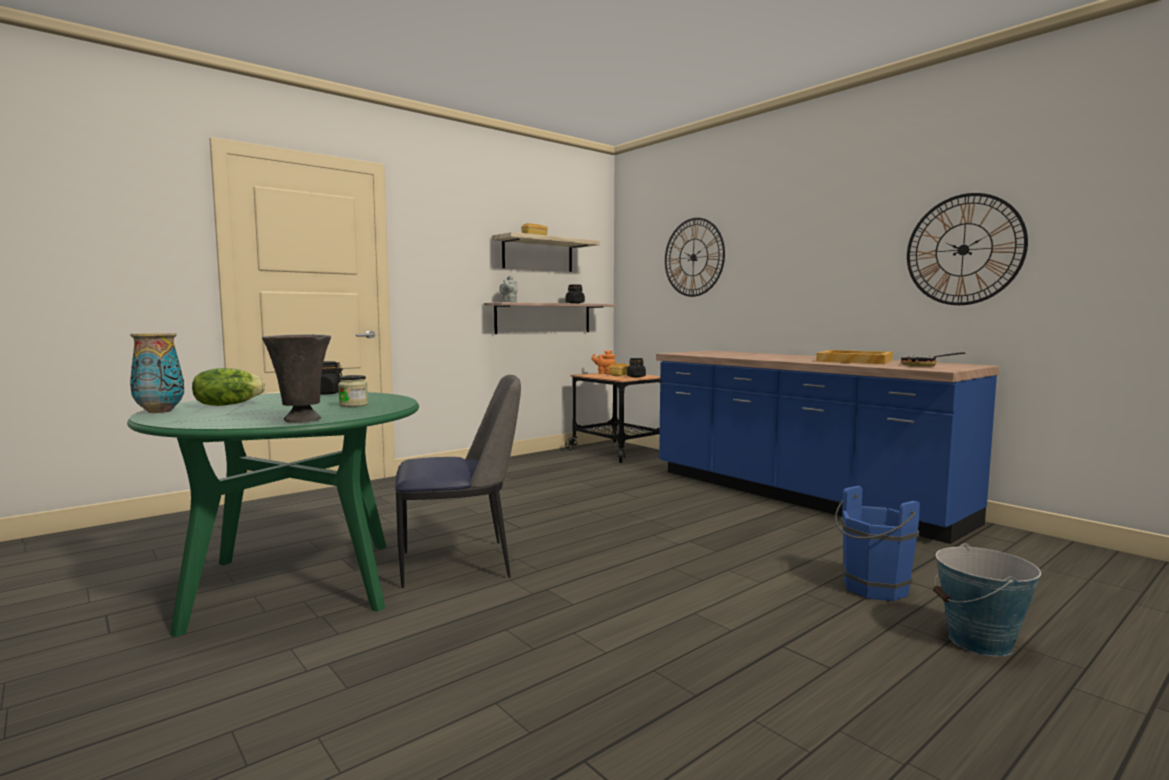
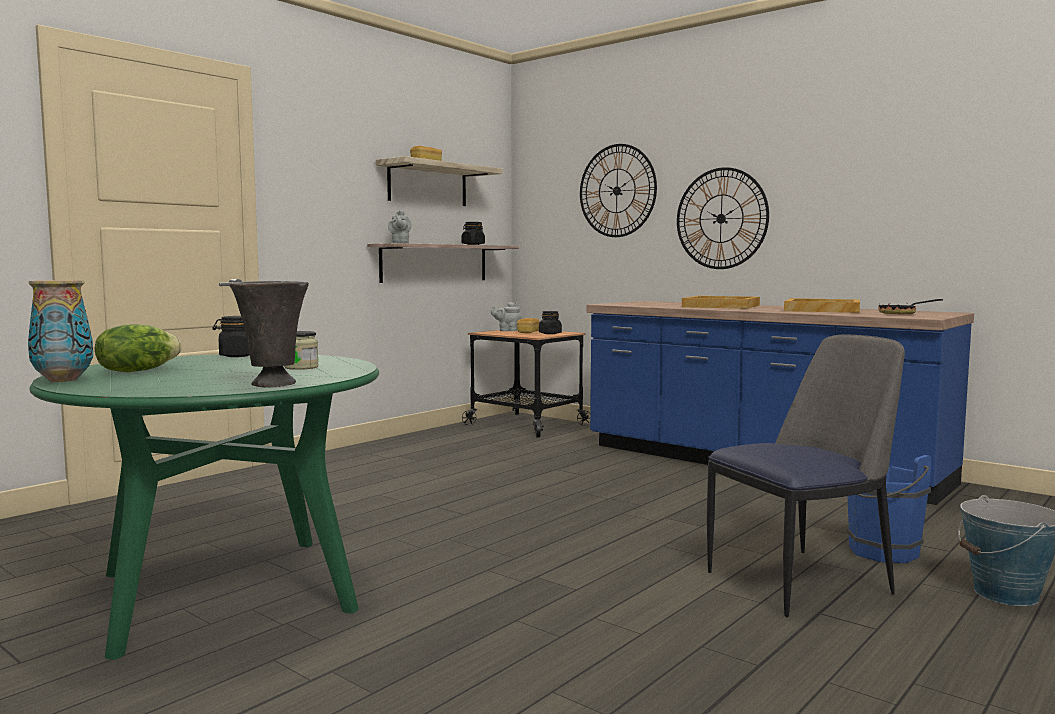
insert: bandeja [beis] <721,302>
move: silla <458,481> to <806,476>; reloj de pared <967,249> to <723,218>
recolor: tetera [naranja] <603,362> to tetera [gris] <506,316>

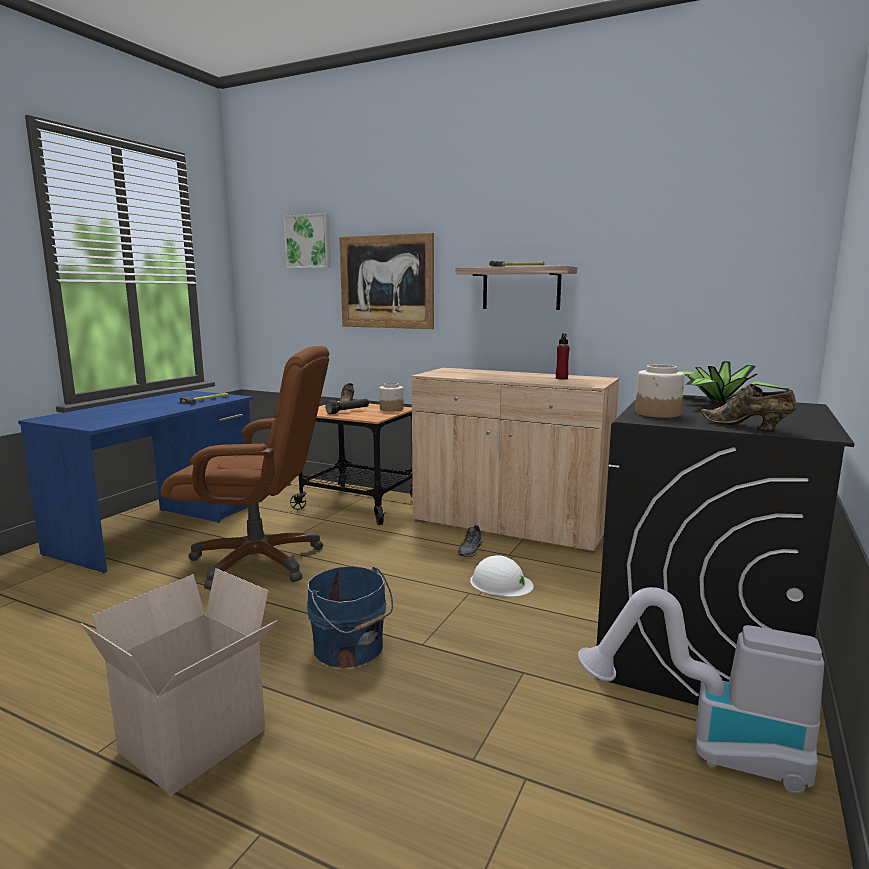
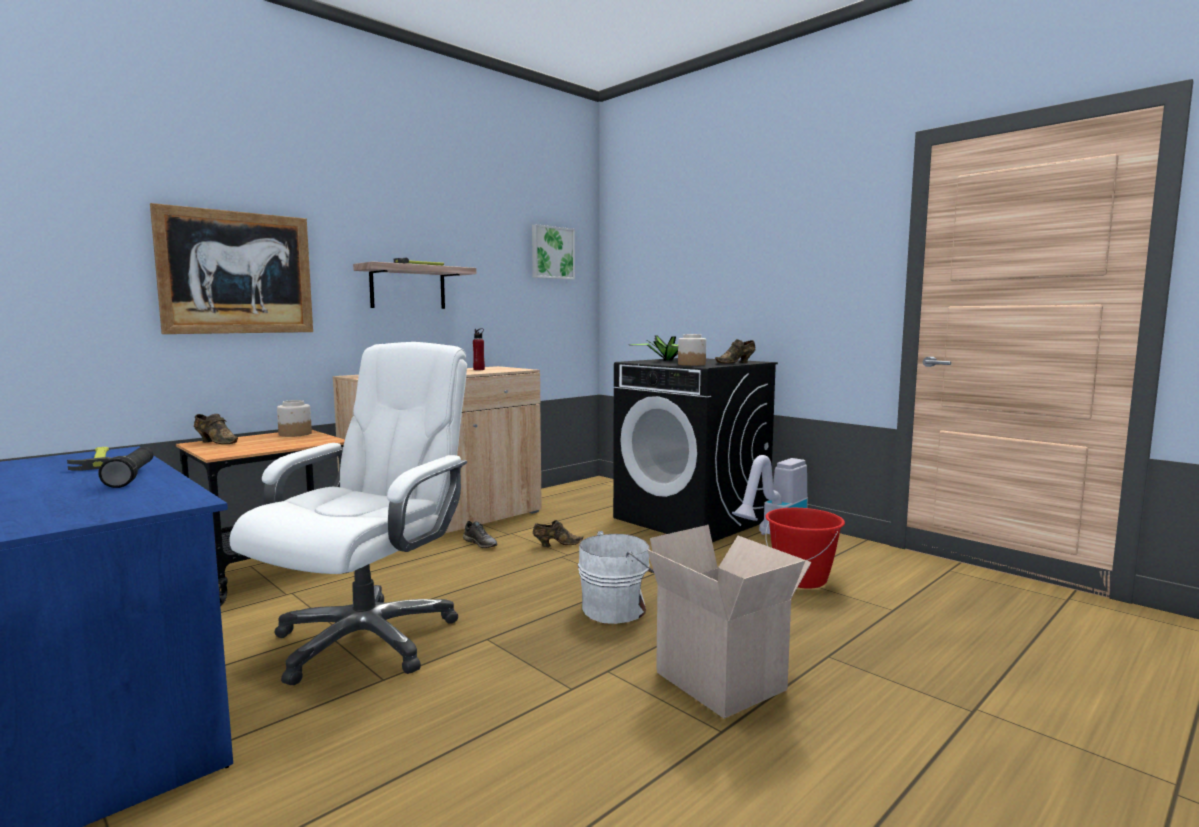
insert: cubo [rojo] <805,548>
move: cuadro <307,241> to <553,252>; linterna [negro] <347,407> to <125,467>
replace: casco [blanco] <502,576> to zapato [marrón] <558,533>
recolor: silla de oficina [marrón] <245,468> to silla de oficina [blanco] <348,513>; cubo [azul] <350,617> to cubo [blanco] <616,577>

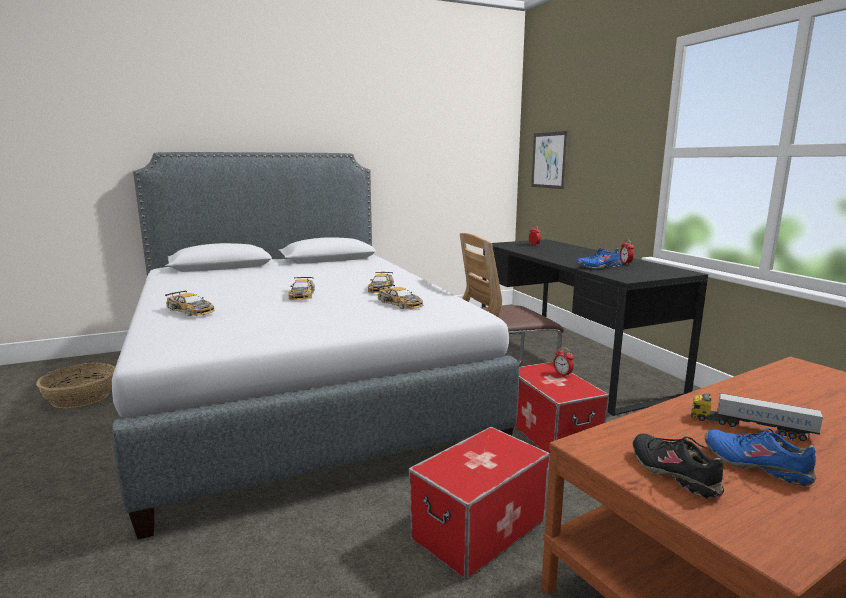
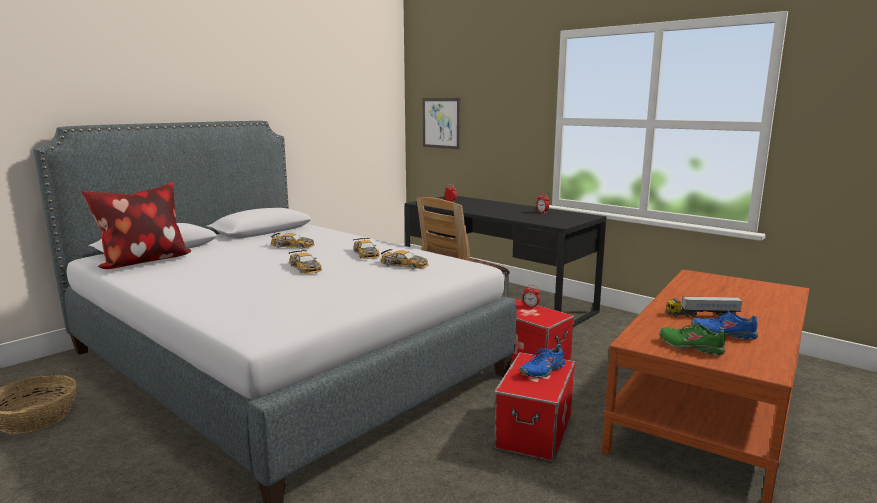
insert: cojín <136,225>
move: coche de juguete <190,303> to <293,241>; zapato [azul] <599,258> to <542,361>
recolor: zapato [negro] <678,466> to zapato [verde] <692,339>

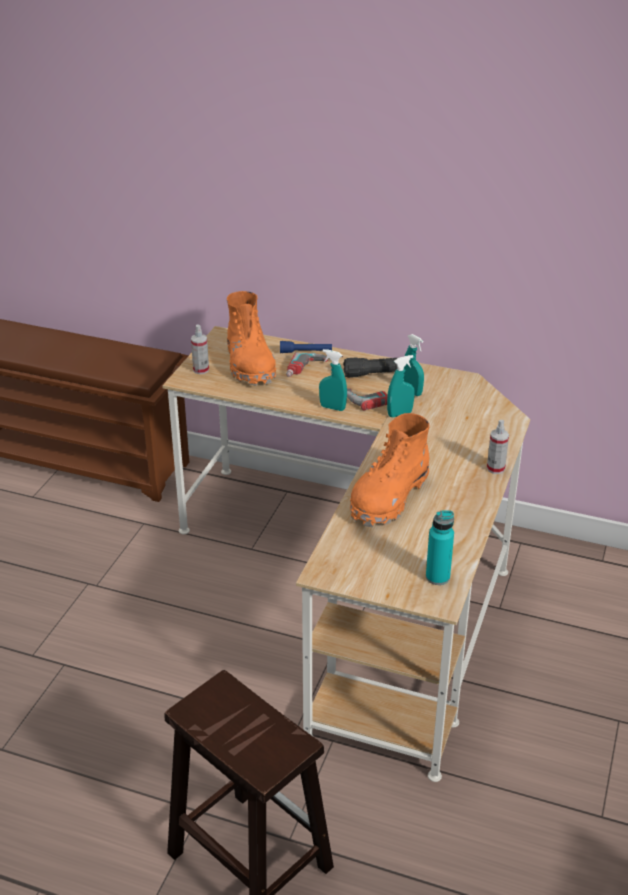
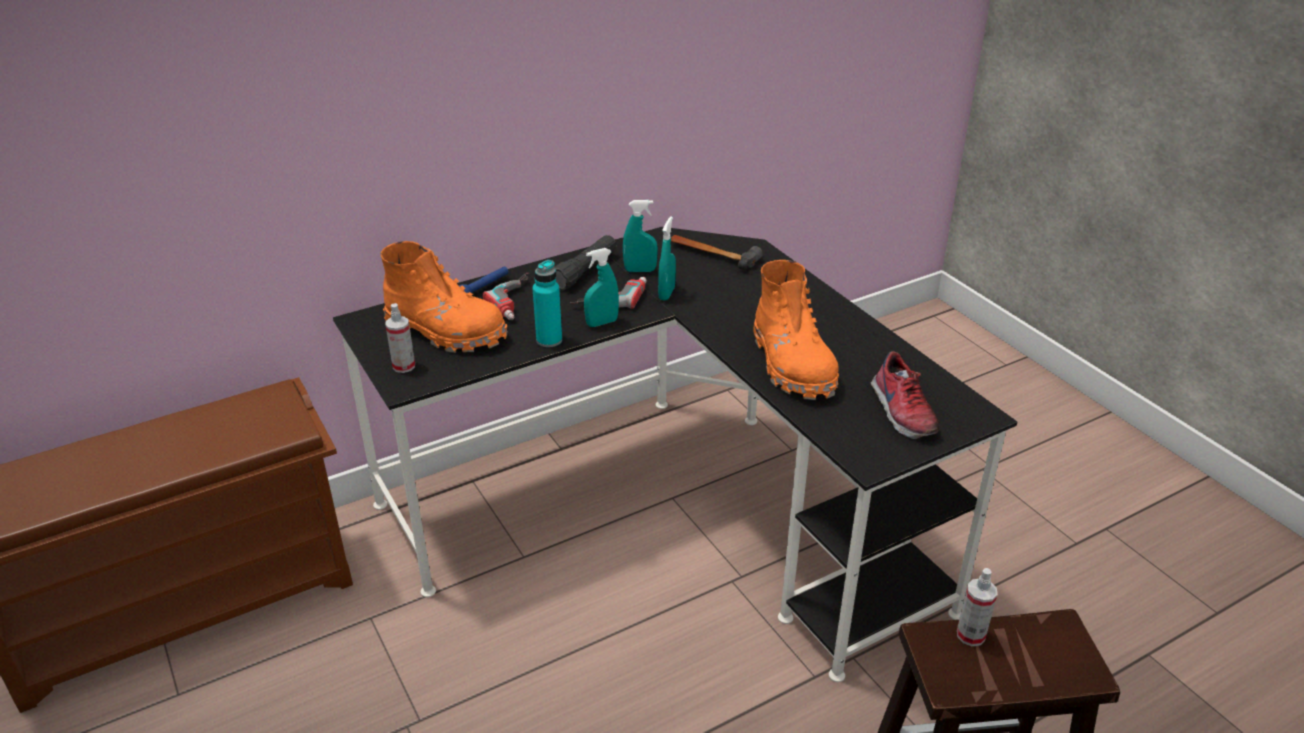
insert: martillo <717,252>; zapato <905,395>
move: botella [turquesa] <440,547> to <547,303>; pulverizador <498,447> to <977,607>
recolor: escritorio [beis] <346,554> to escritorio [negro] <675,454>

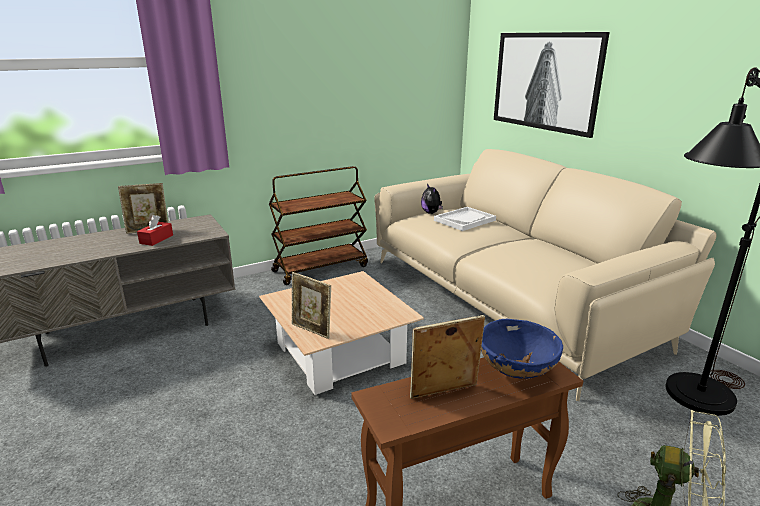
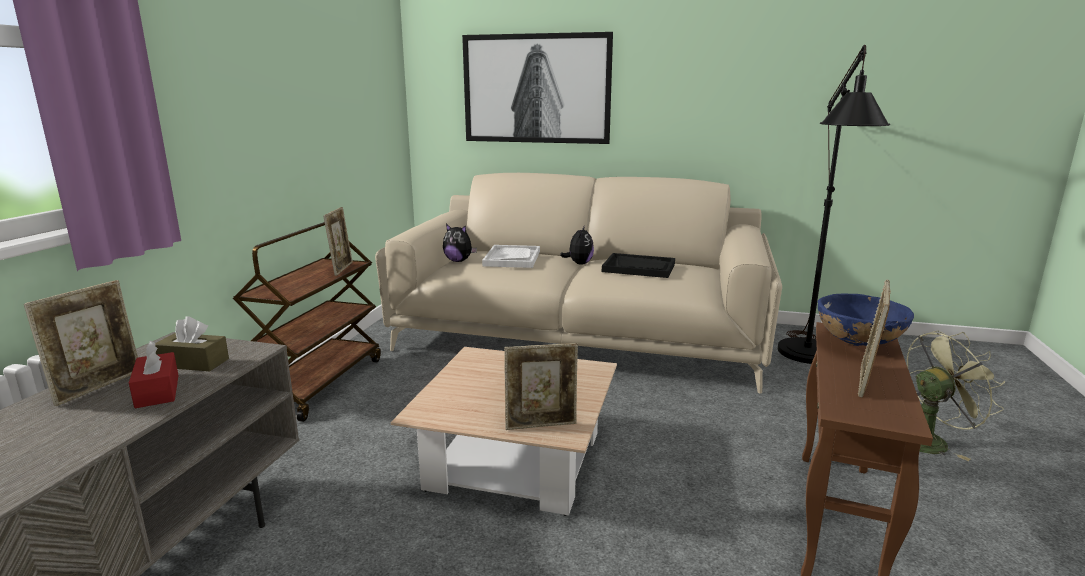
insert: caja de pañuelos [marrón] <192,343>; portarretratos <338,241>; peluche <577,245>; bandeja [negro] <638,265>

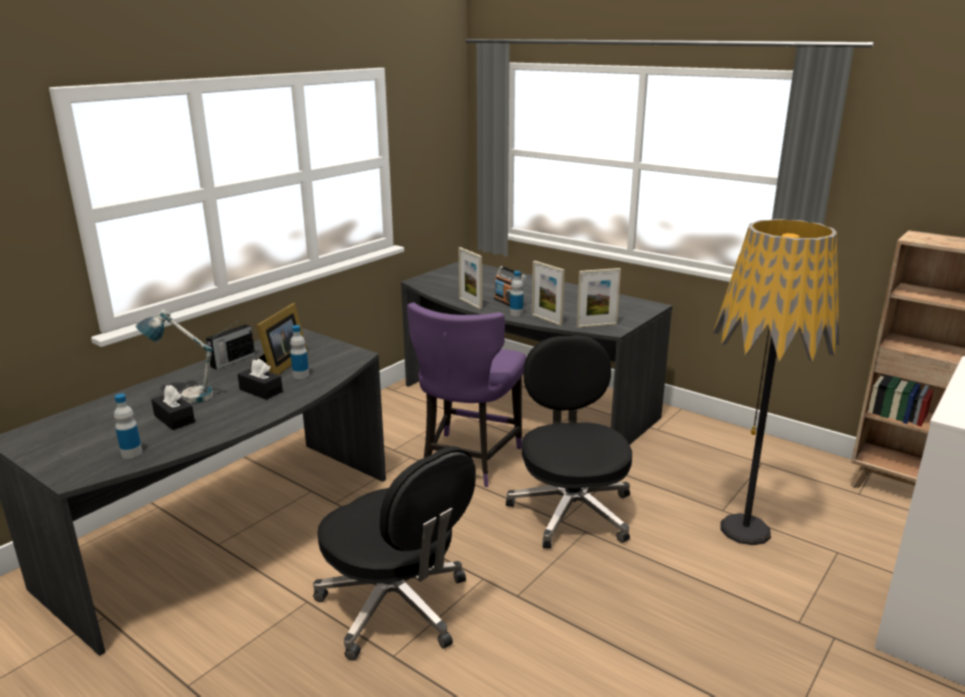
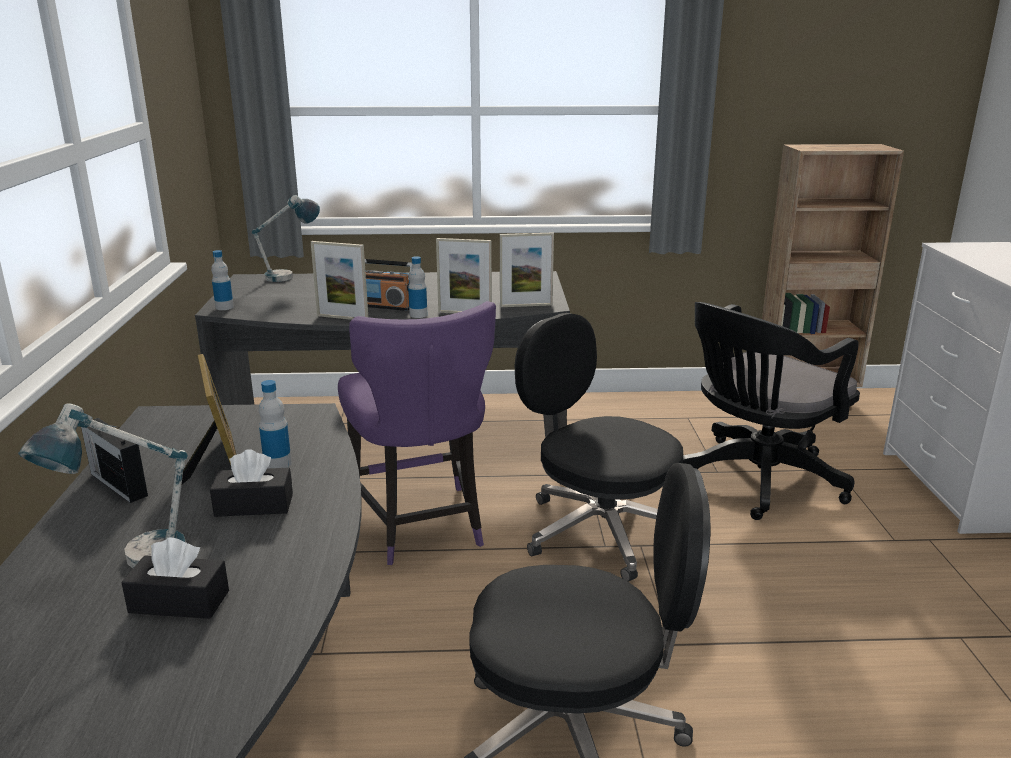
insert: lámpara de mesa <286,238>
move: botella <128,426> to <222,280>
replace: lámpara de pie <776,382> to silla de oficina [negro] <771,411>
rotate: radio <230,345> = <114,460> 135 degrees clockwise; portarretratos <599,298> = <527,270> 45 degrees clockwise

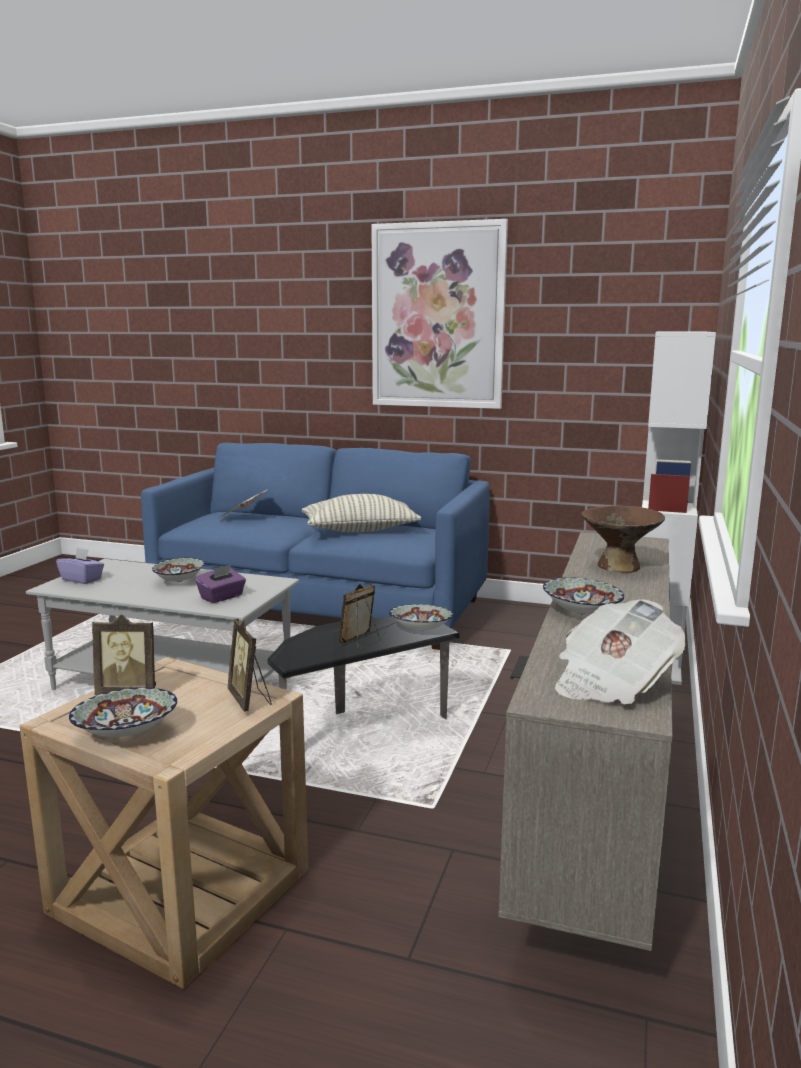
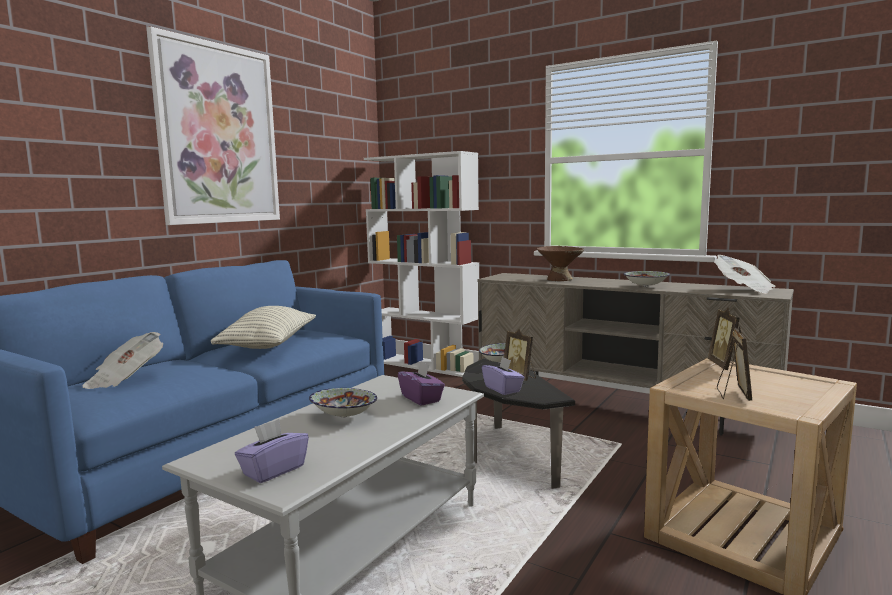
delete: cuenco <123,712>
insert: caja de pañuelos [morado] <503,375>
rotate: portarretratos <249,665> = <724,338> 105 degrees clockwise

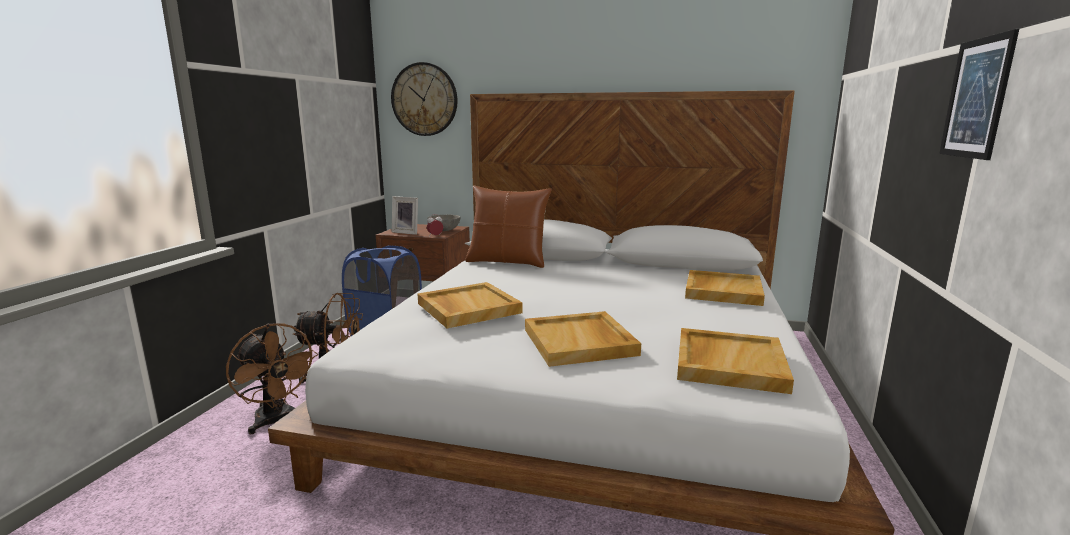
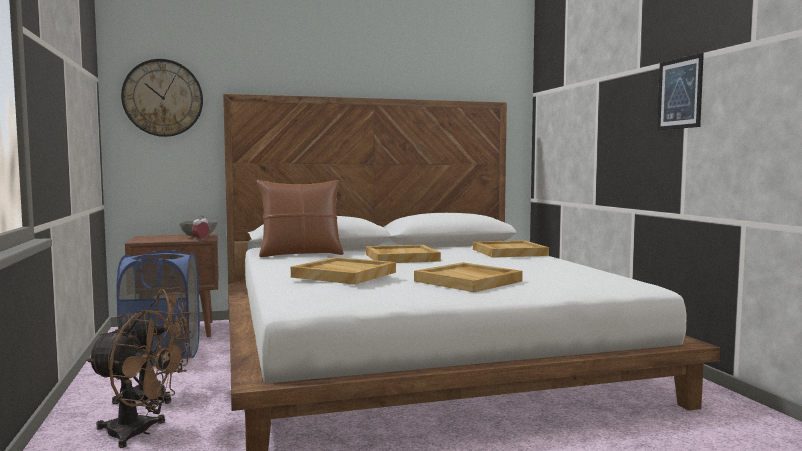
delete: portarretratos <405,215>
move: bandeja [beis] <735,361> to <403,254>

